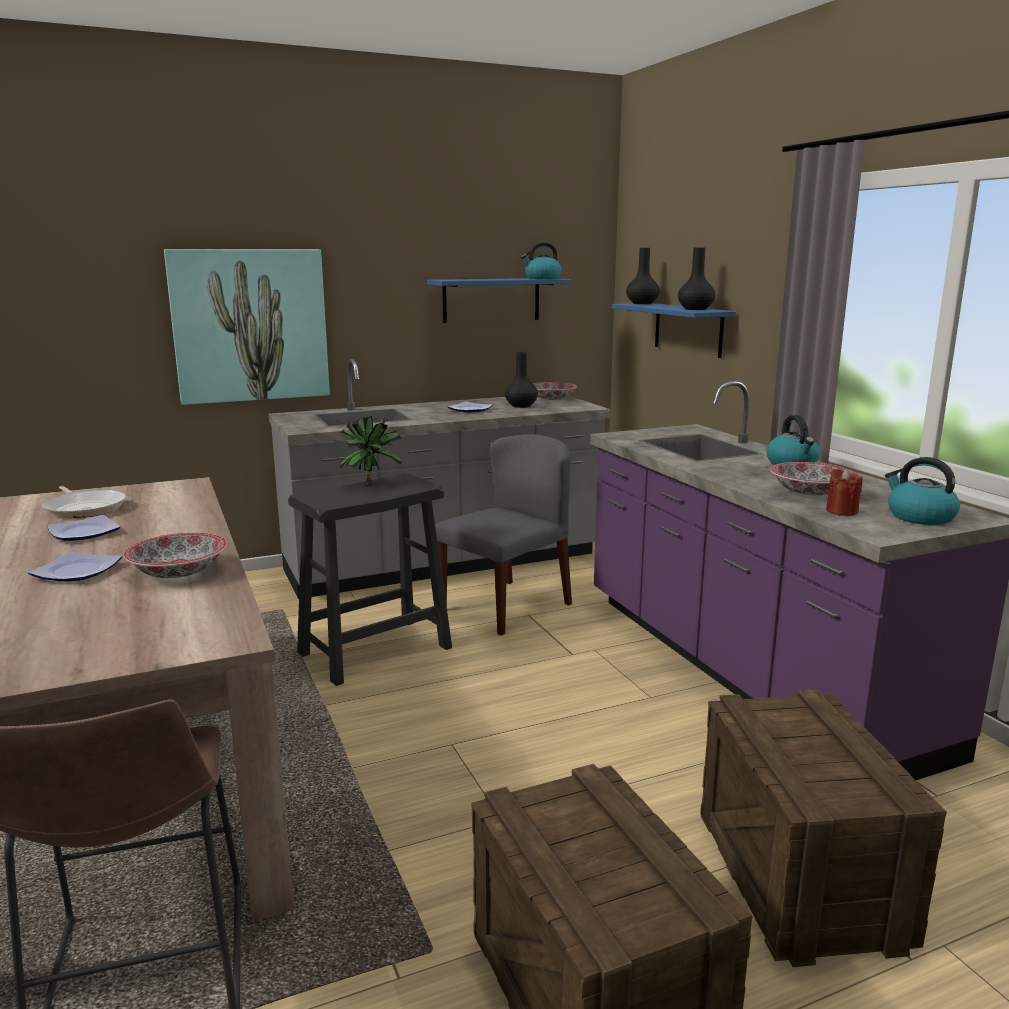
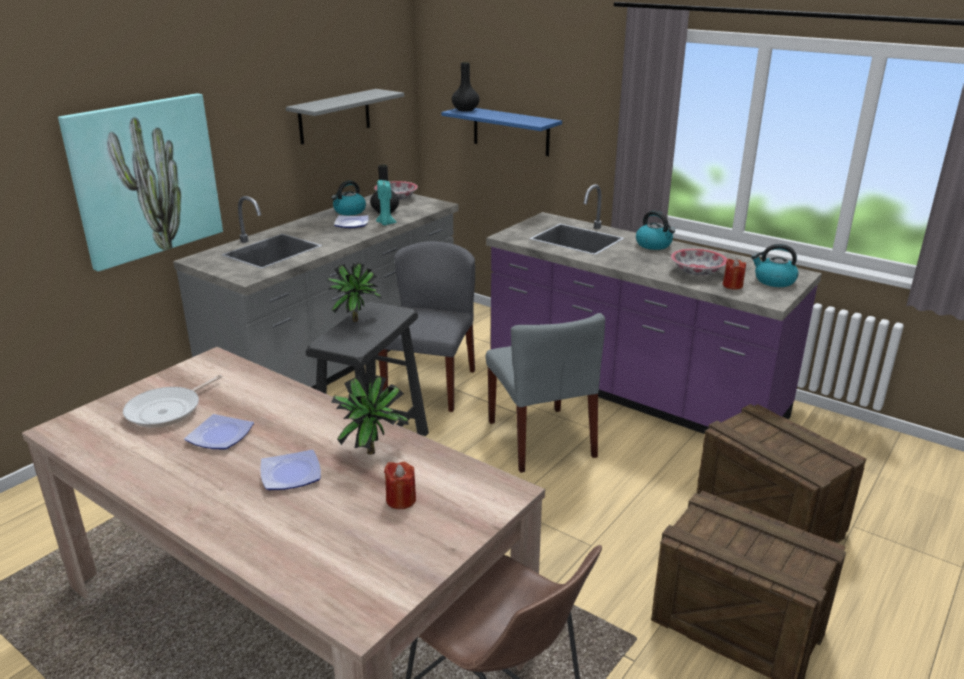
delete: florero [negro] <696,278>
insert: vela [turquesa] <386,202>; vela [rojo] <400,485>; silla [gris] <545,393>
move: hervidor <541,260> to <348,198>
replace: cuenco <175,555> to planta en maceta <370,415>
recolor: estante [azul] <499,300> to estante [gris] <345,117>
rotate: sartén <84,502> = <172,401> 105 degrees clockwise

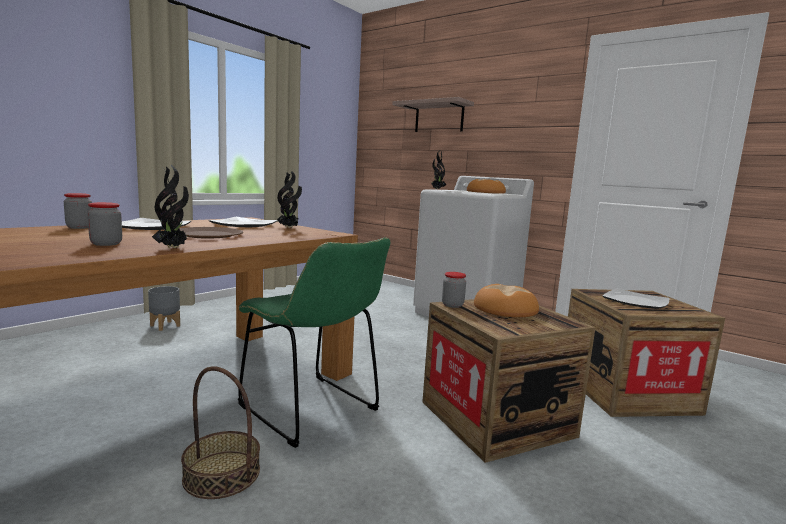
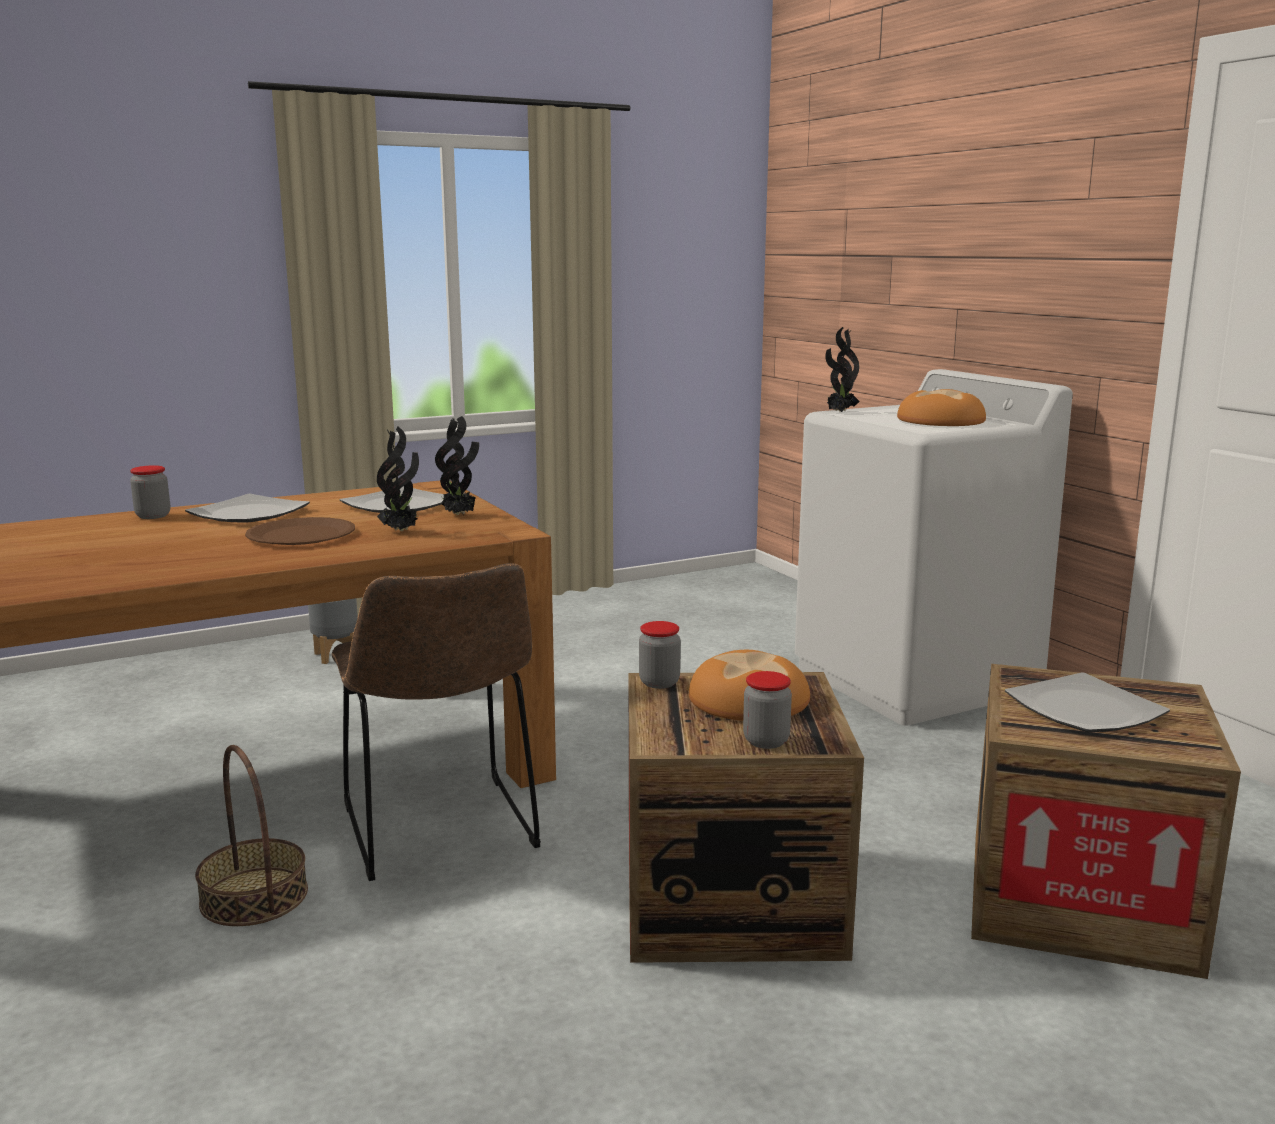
delete: estante <433,114>
move: tarro <104,224> to <767,710>; planta en maceta <170,206> to <398,479>
recolor: silla [verde] <314,343> to silla [marrón] <436,722>

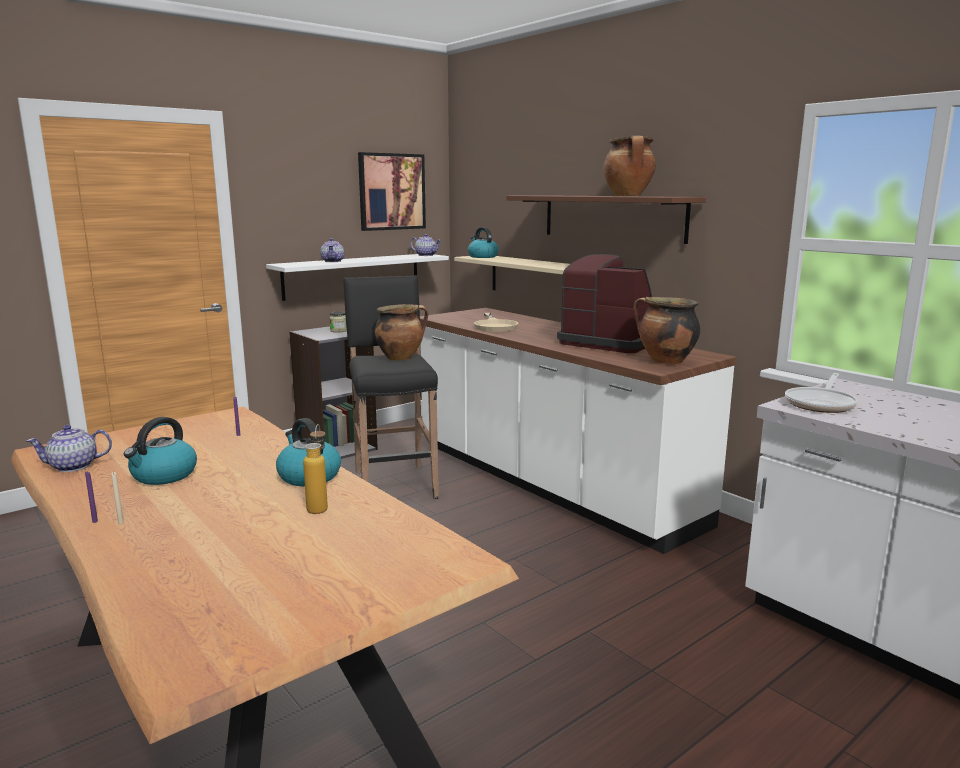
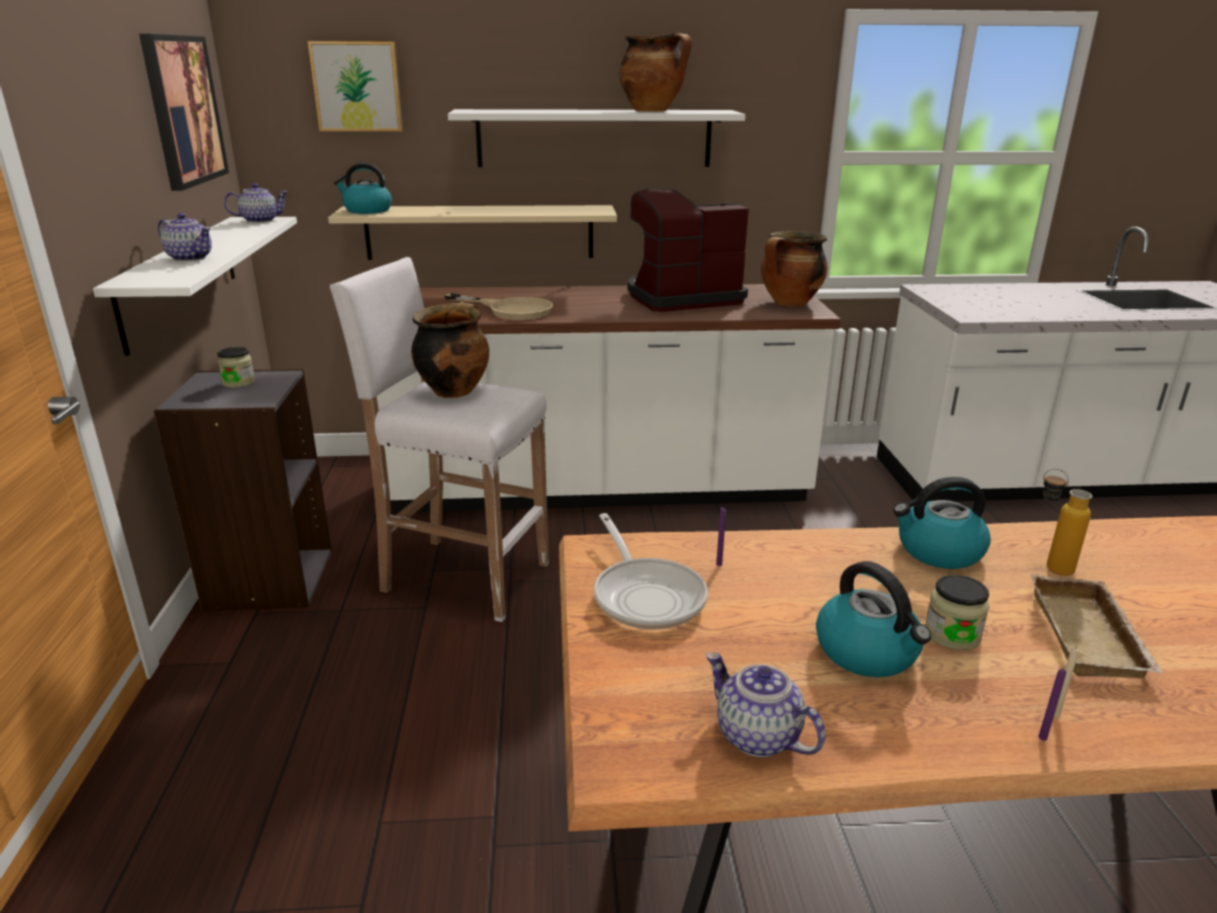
insert: cuadro <355,86>; tarro <957,613>; bandeja [beis] <1097,626>
move: sartén <821,393> to <651,571>
recolor: taburete [negro] <391,387> to taburete [blanco] <439,439>; estante [marrón] <606,219> to estante [blanco] <596,138>
rotate: tetera <69,448> = <766,705> 120 degrees clockwise

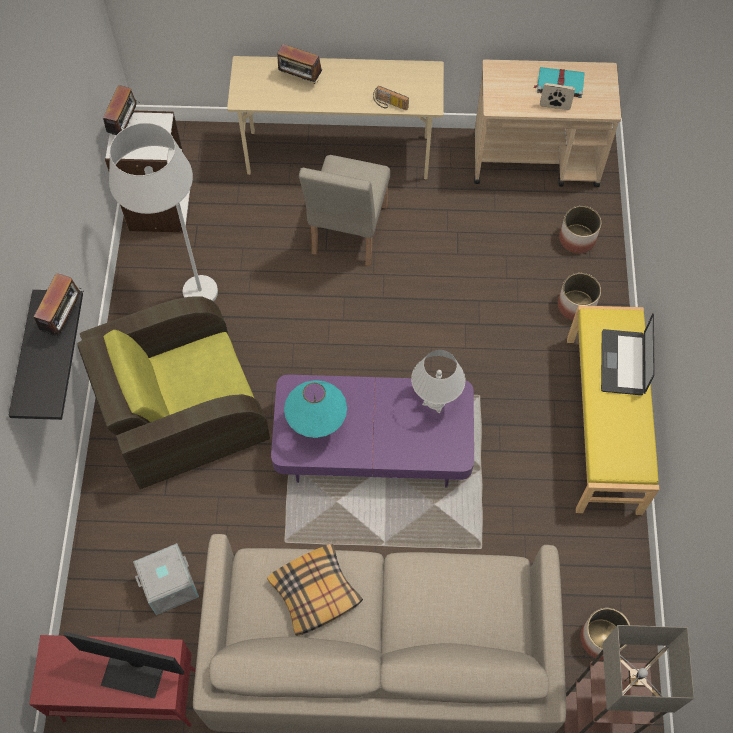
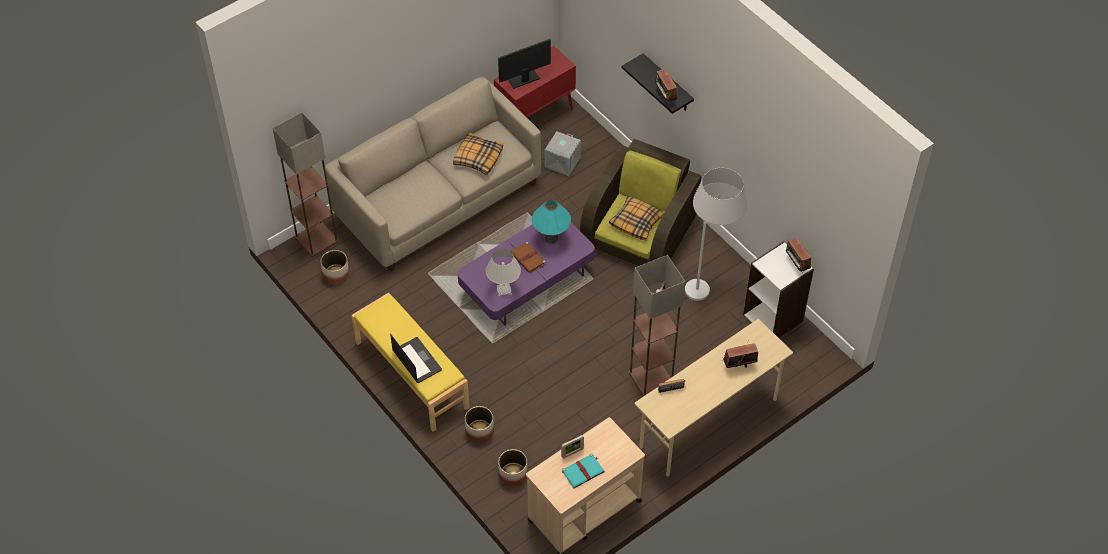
insert: libro [marrón] <528,257>; cojín <636,218>
replace: silla [beis] <344,210> to lámpara de pie <657,326>

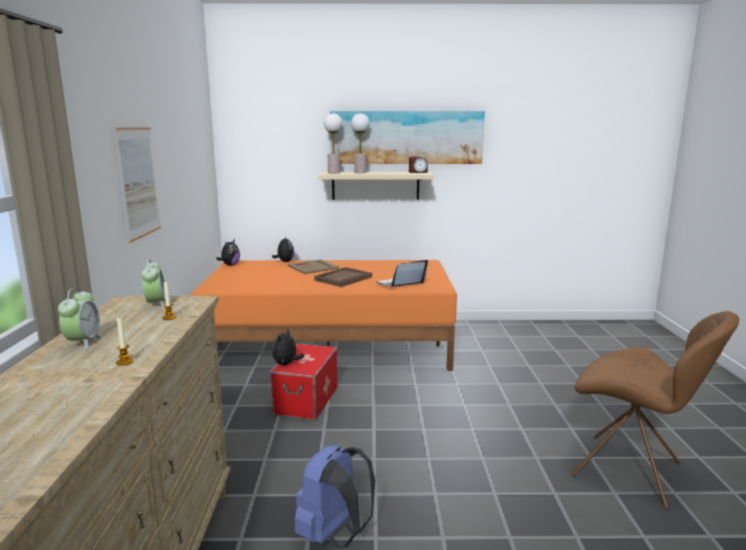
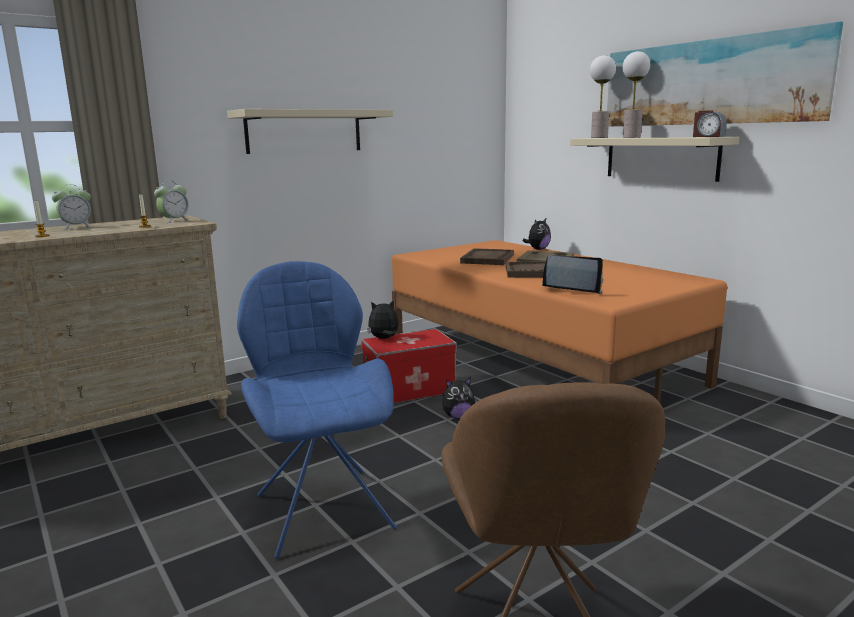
delete: mochila [azul] <335,496>
insert: silla [azul] <317,410>; bandeja [marrón] <487,256>
move: peluche <228,252> to <458,398>
replace: cuadro <137,185> to estante [beis] <310,131>

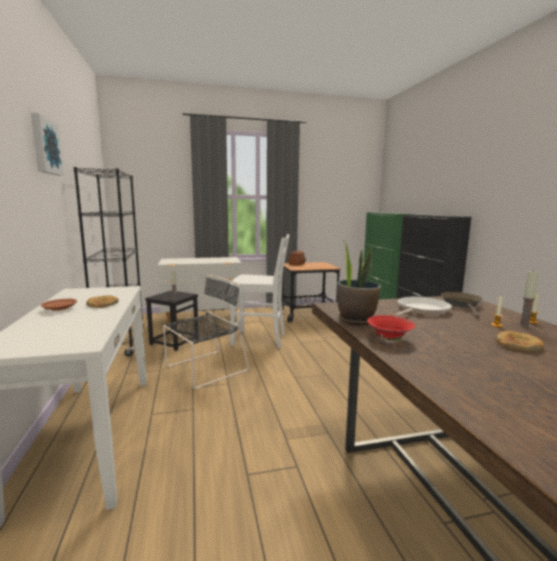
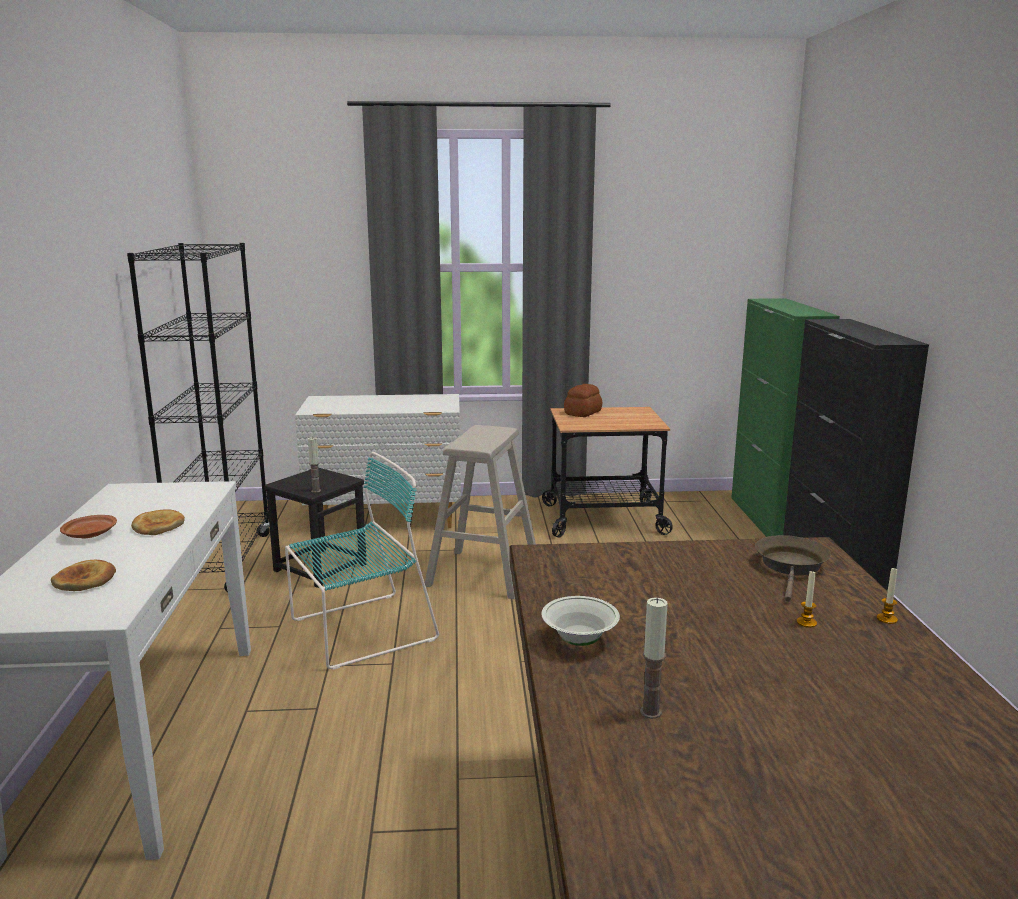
delete: cuadro <47,144>; planta en maceta <359,282>; sartén <423,306>
move: pan <520,341> to <83,575>; vela <529,299> to <654,658>
replace: silla [blanco] <260,291> to taburete [beis] <480,512>
recolor: silla [negro] <206,332> to silla [turquesa] <362,561>; cuenco [rojo] <391,328> to cuenco [blanco] <580,621>

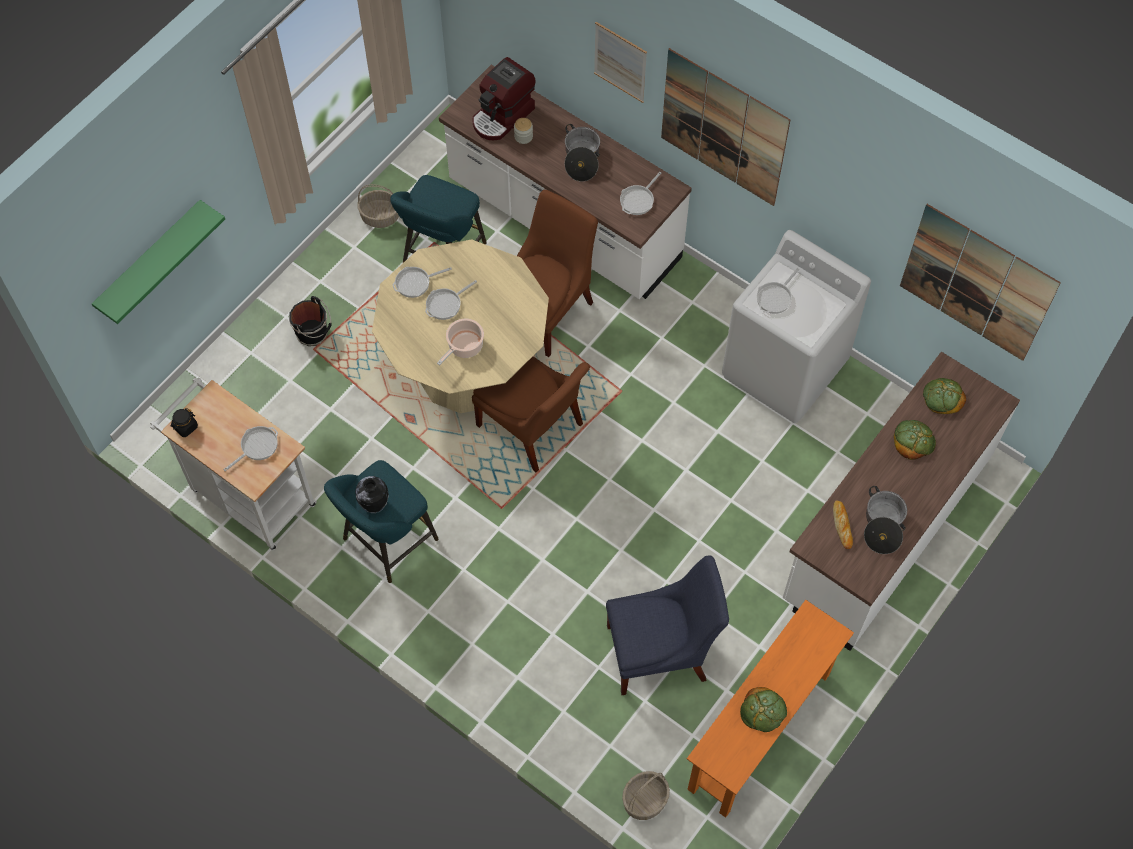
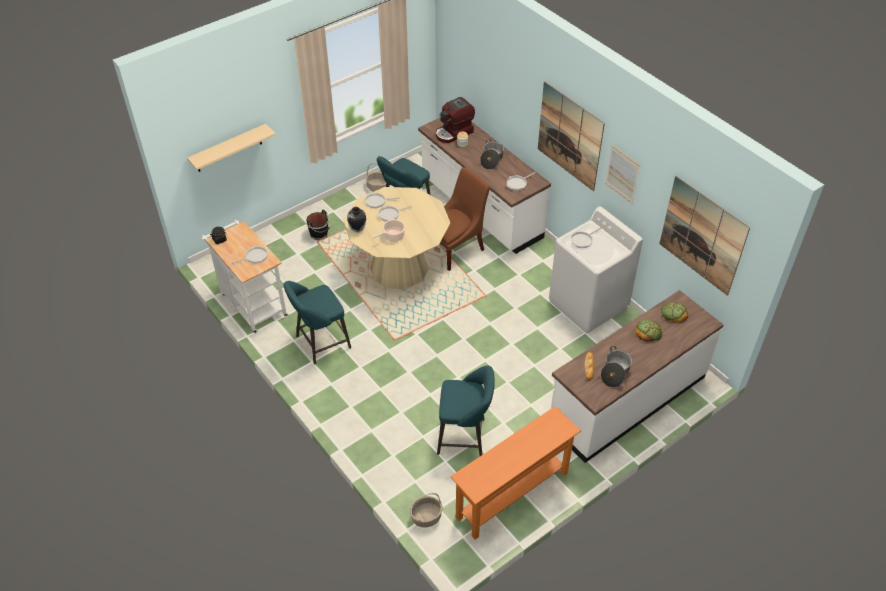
delete: silla [marrón] <531,414>; pan <763,709>
move: florero <372,494> to <356,220>; cuadro <620,62> to <622,174>
replace: silla [azul] <667,625> to taburete [turquesa] <466,410>
recolor: estante [verde] <158,262> to estante [beis] <231,148>

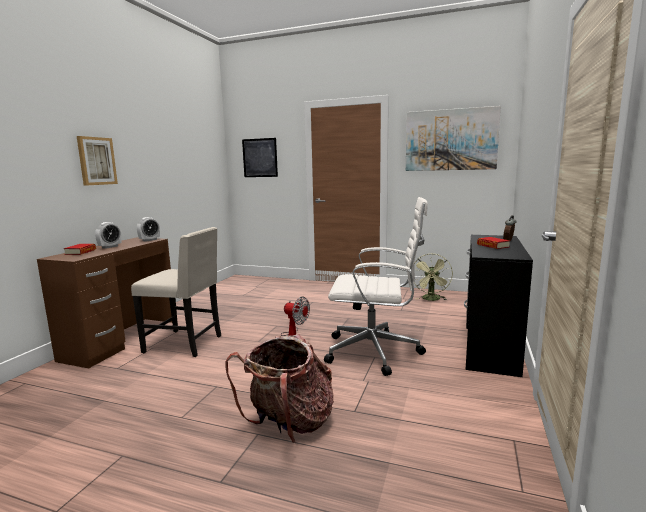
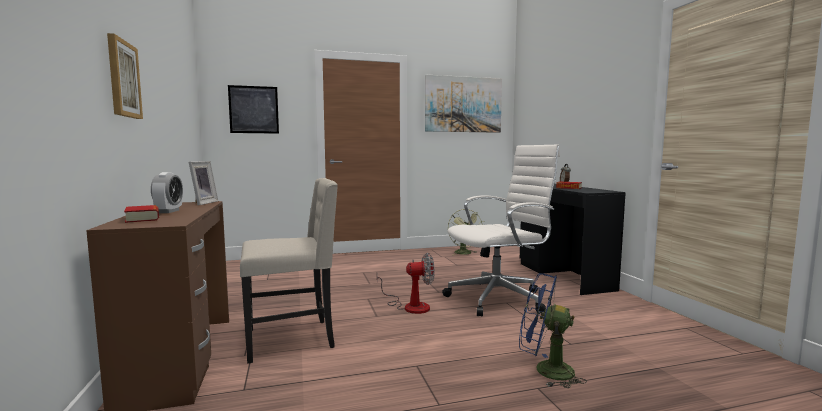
replace: despertador <148,229> to portarretratos <203,183>; mochila <280,389> to ventilador [azul] <553,330>

